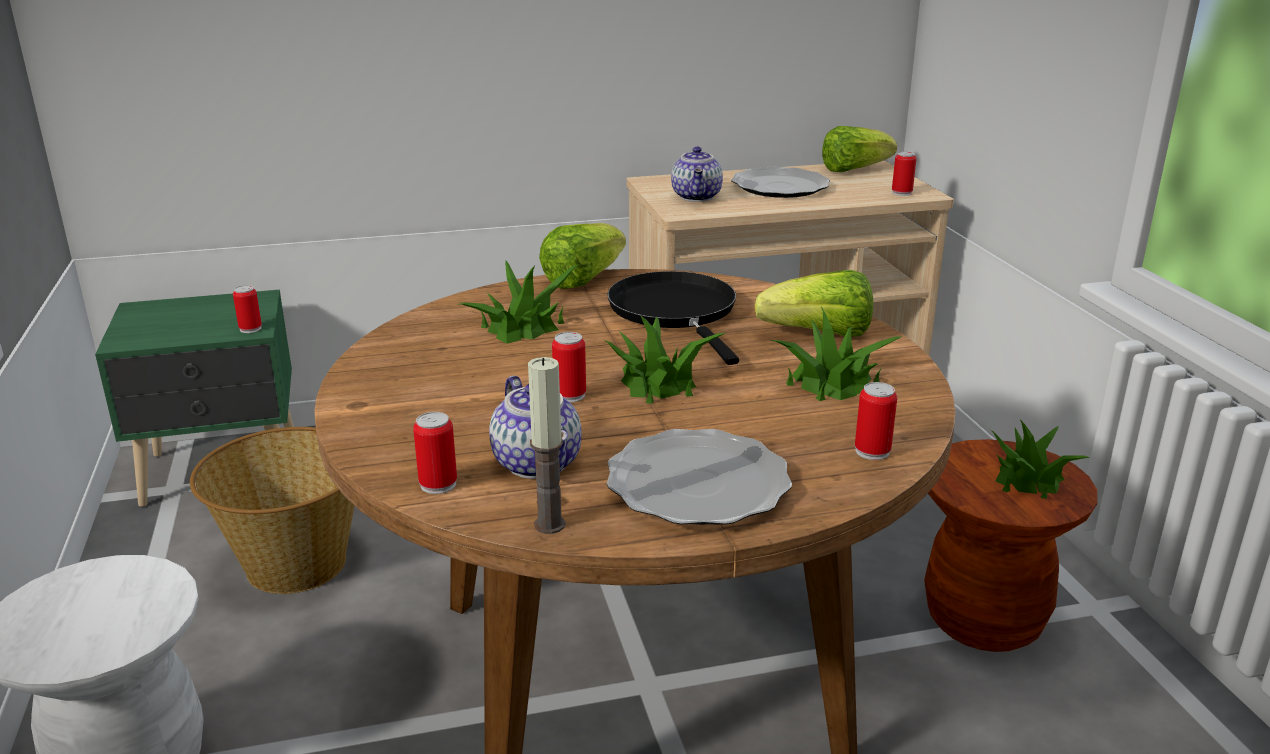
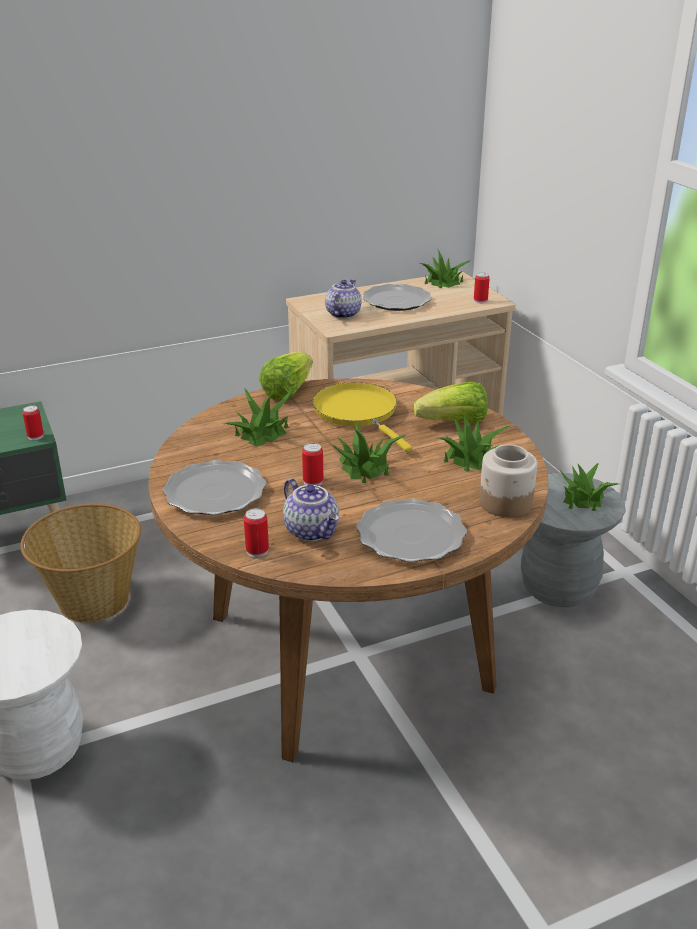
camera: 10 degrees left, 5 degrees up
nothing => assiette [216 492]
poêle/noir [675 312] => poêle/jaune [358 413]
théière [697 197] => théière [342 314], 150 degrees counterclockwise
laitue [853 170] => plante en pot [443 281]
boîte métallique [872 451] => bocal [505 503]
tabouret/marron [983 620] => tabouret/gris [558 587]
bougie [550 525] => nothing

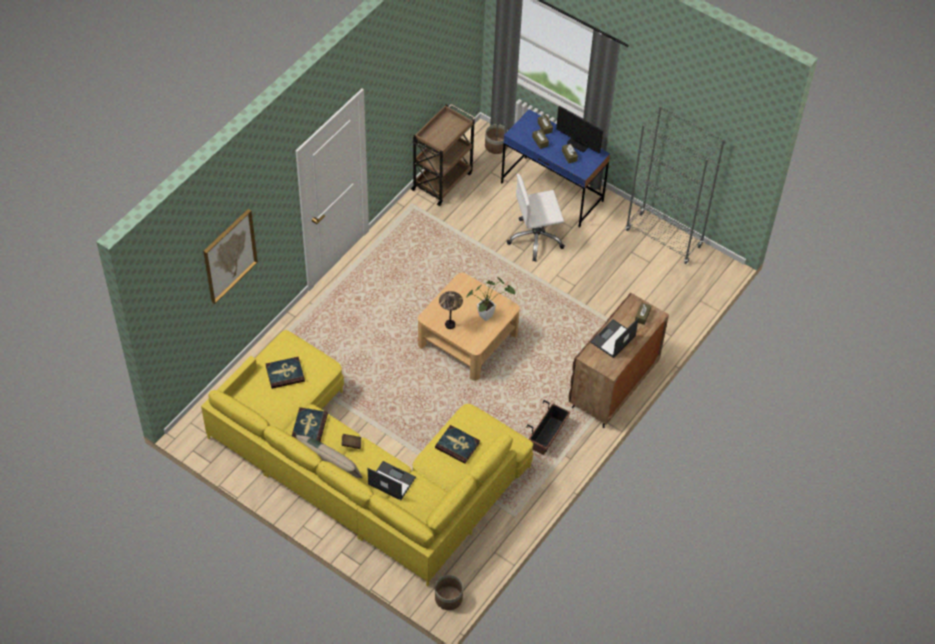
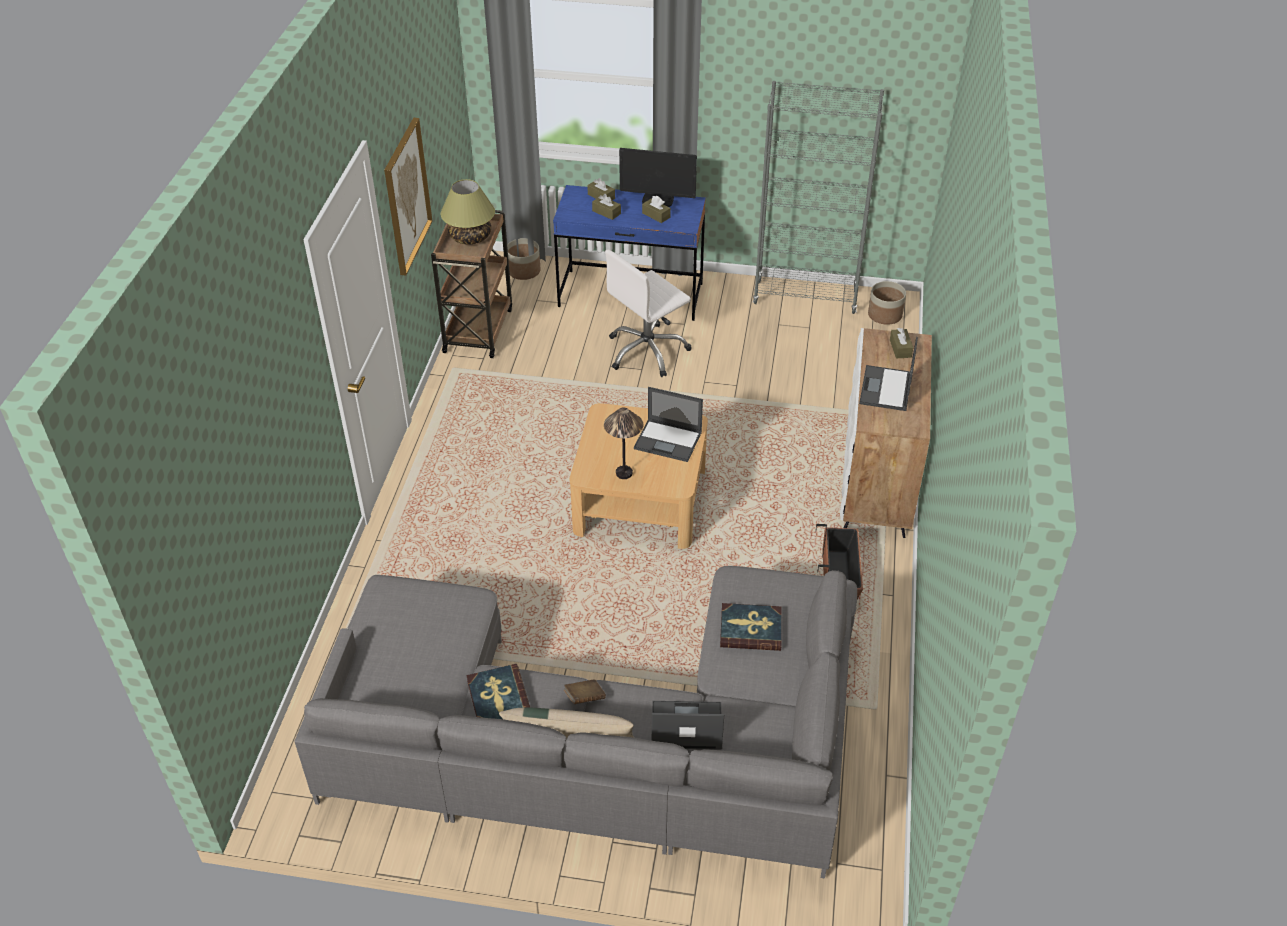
camera: 25 degrees left, 10 degrees down
canapé/jaune [364 470] => canapé/gris [605 741]
tableau [229 255] => tableau [406 196], moved
nothing => lampe de table [470 237]
plante en pot [488 314] => ordinateur portable [669 440]
meuble de rangement/marron [613 386] => meuble de rangement/blanc [877 481]
cache-pot [448 598] => cache-pot [884 315], moved
livre [285 373] => nothing

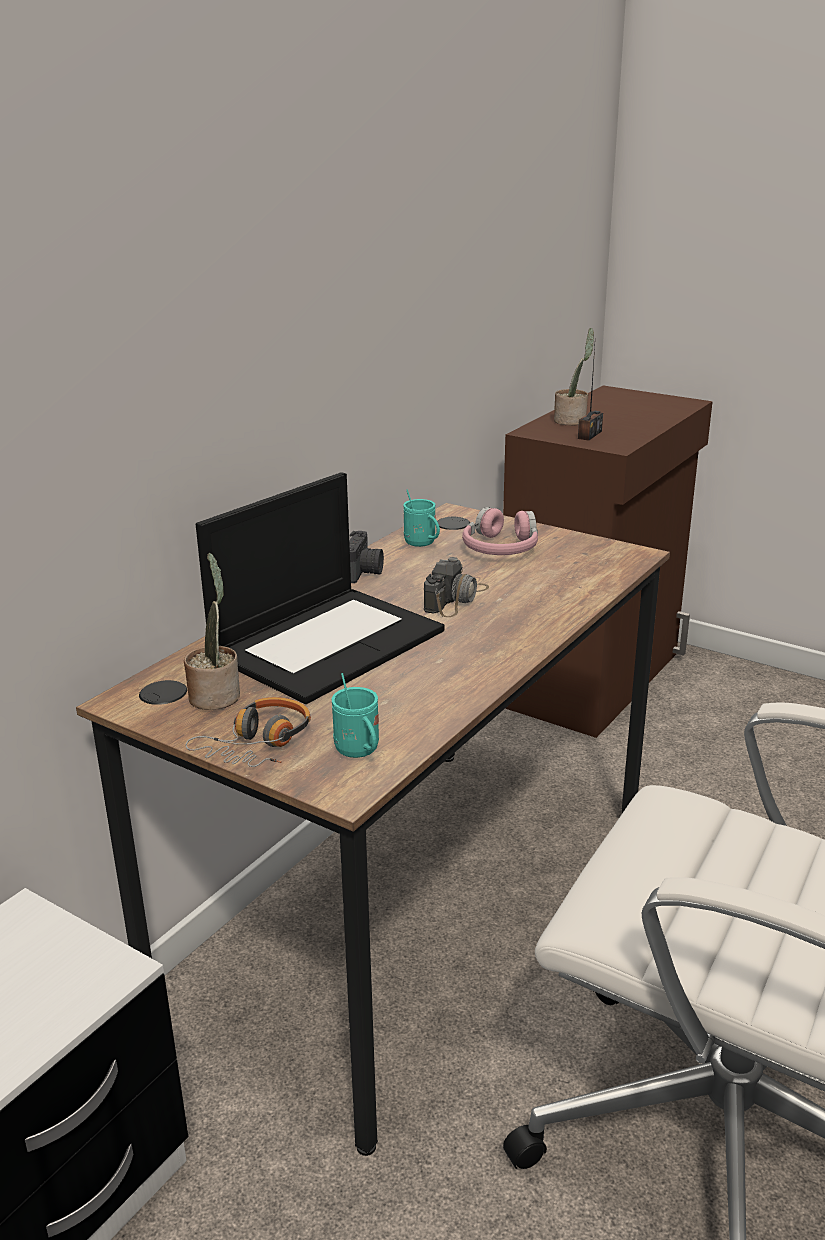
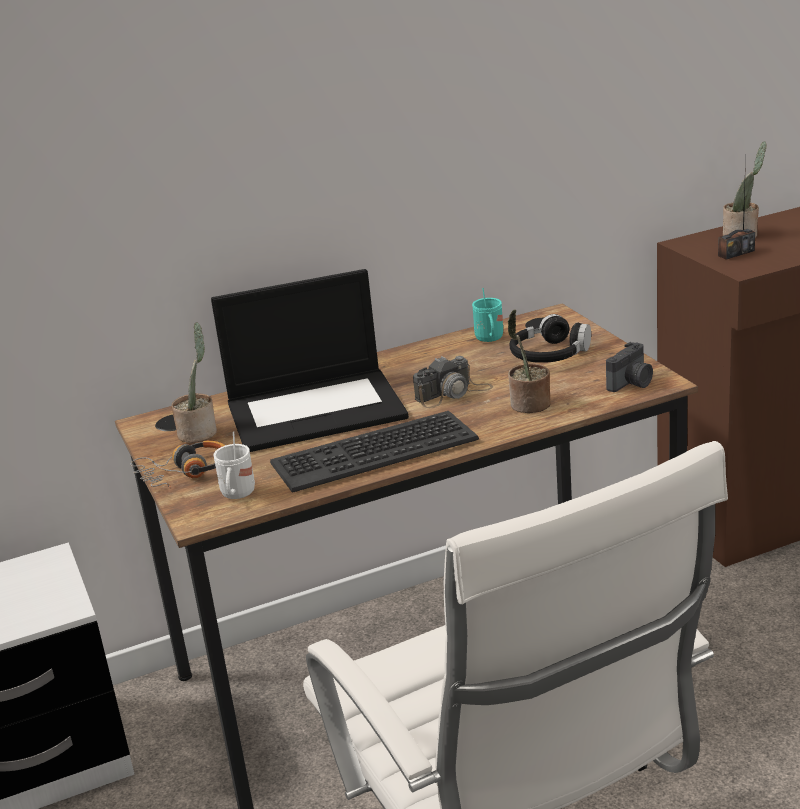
camera: 35 degrees right, 0 degrees up
mug/turquoise [360 752] => mug/blanc [237 496]
nothing => clavier [374 452]
nothing => plante en pot [528 405]
casque audio/rose [501 548] => casque audio/noir [549 354]
appareil photo [364 572] => appareil photo [632 383], moved

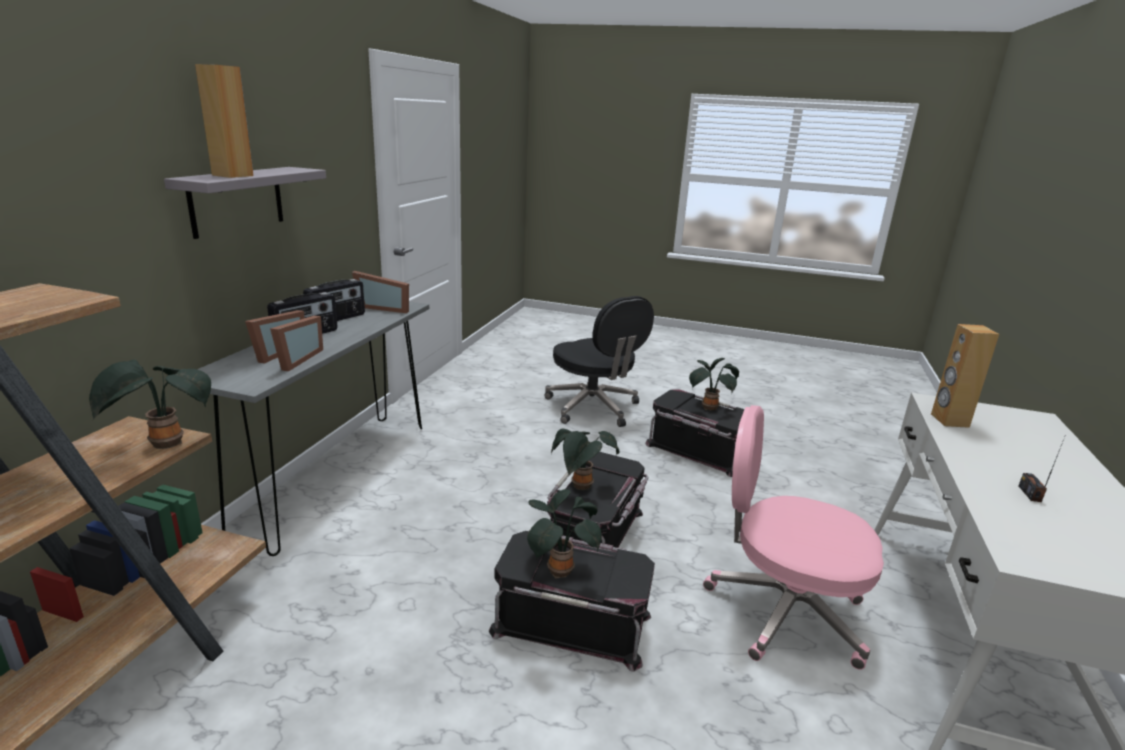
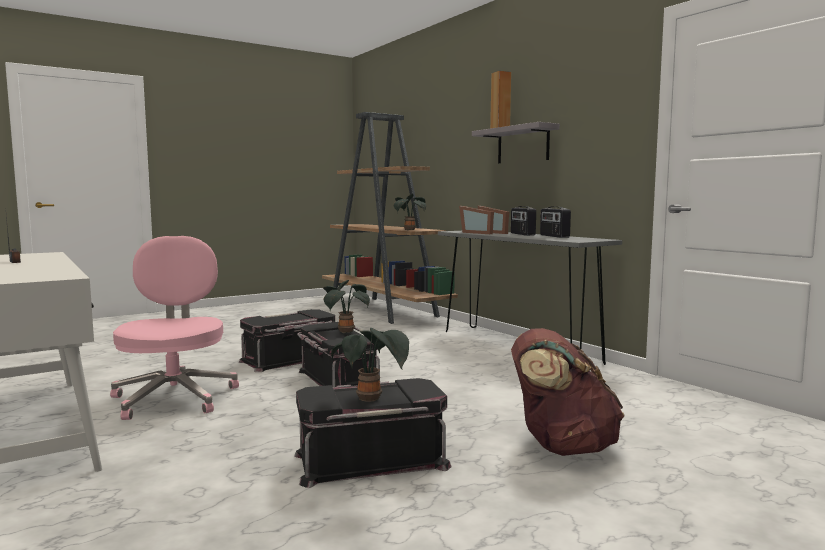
camera: 130 degrees right, 15 degrees down
chaise de bureau/rose [782 610] => chaise de bureau/rose [175 397], 75 degrees counterclockwise
chaise de bureau/noir [593 408] => sac à dos/marron [561 446]
cadre photo [384 308] => nothing
plante en pot [558 569] => nothing
enceinte/marron [949 420] => nothing

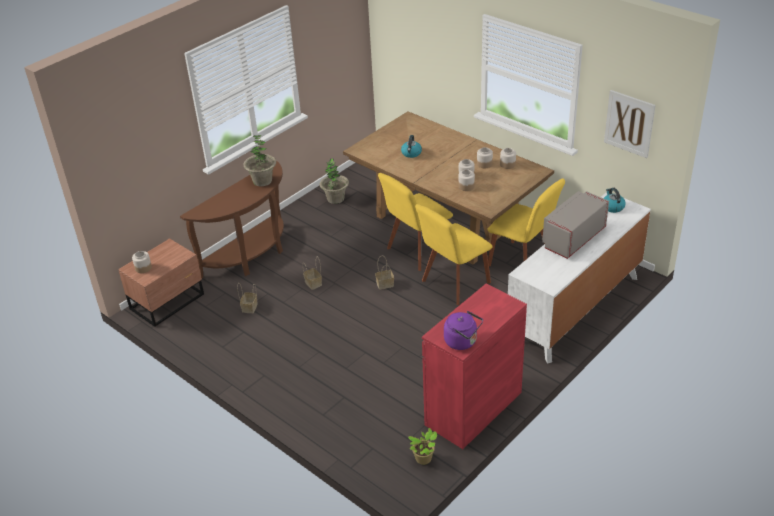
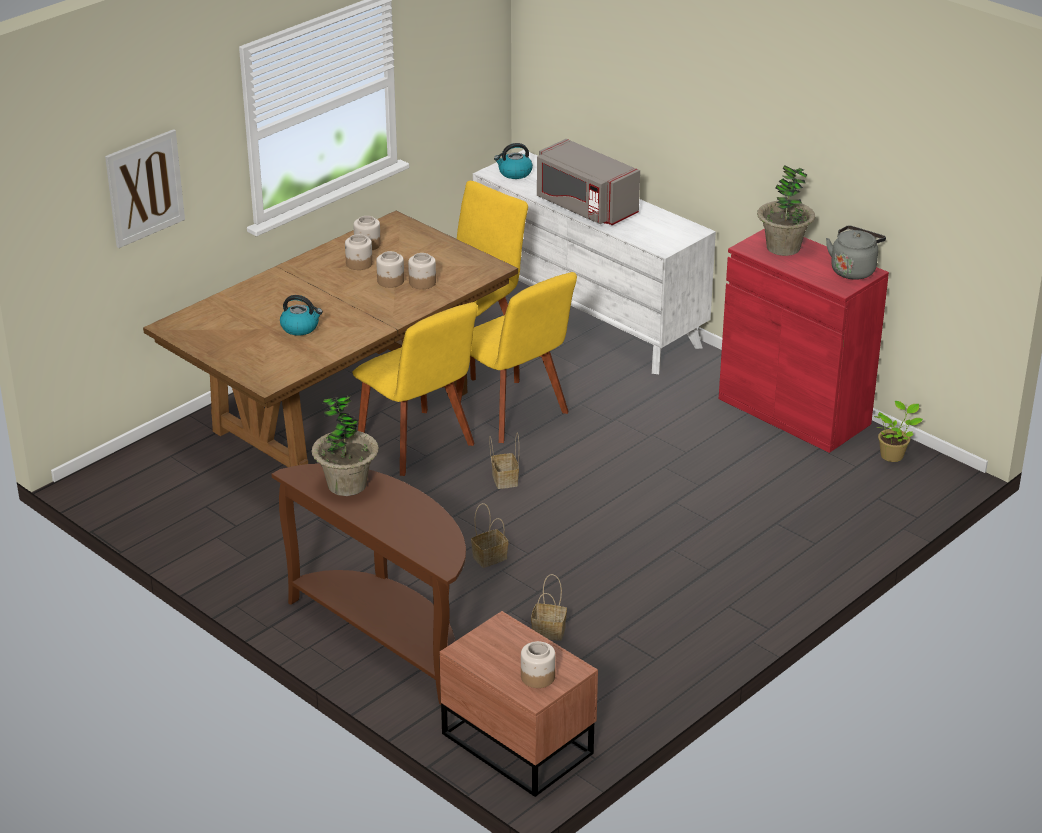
camera: 90 degrees left, 5 degrees down
tableau [629 123] => tableau [144 188], moved
plante en pot [335 199] => plante en pot [783 247], moved
bouilloire/violet [462 342] => bouilloire/gris [854 270]

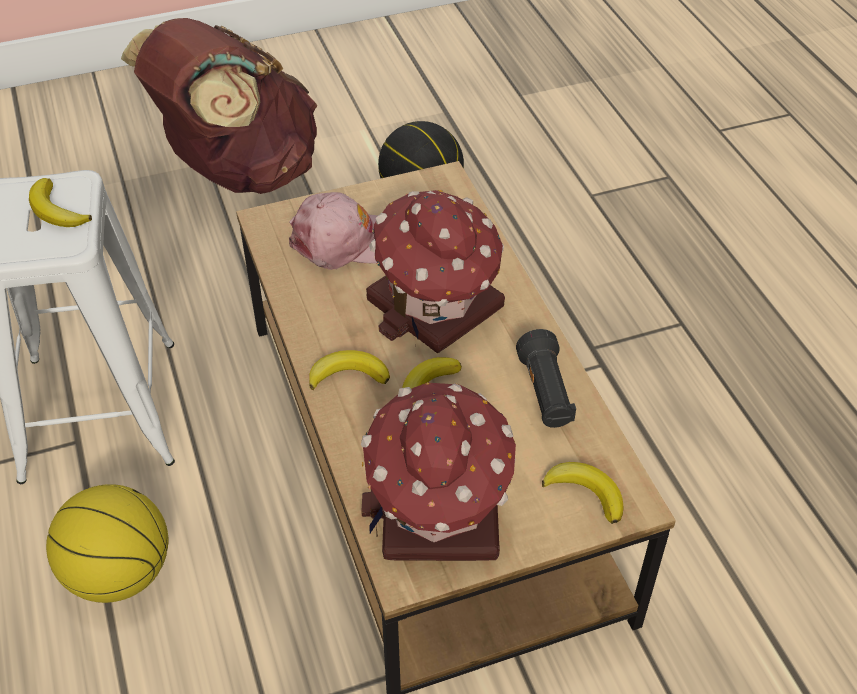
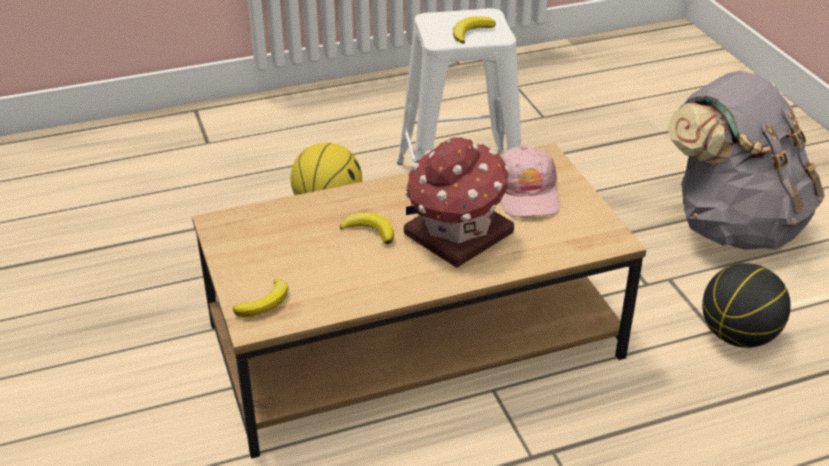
camera: 90 degrees right, 10 degrees down
sac à dos/marron [239 172] => sac à dos/gris [732 224]
banane [348 375] => nothing
maison miniature [439 513] => nothing
lampe de poche/noir [545 393] => nothing

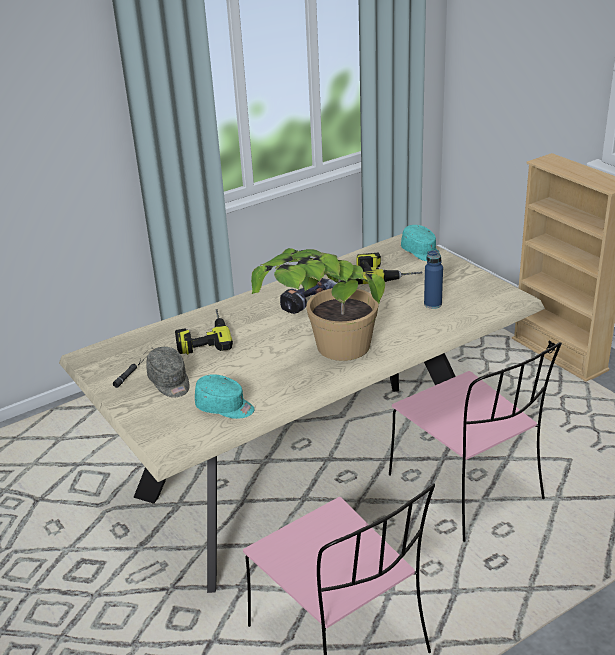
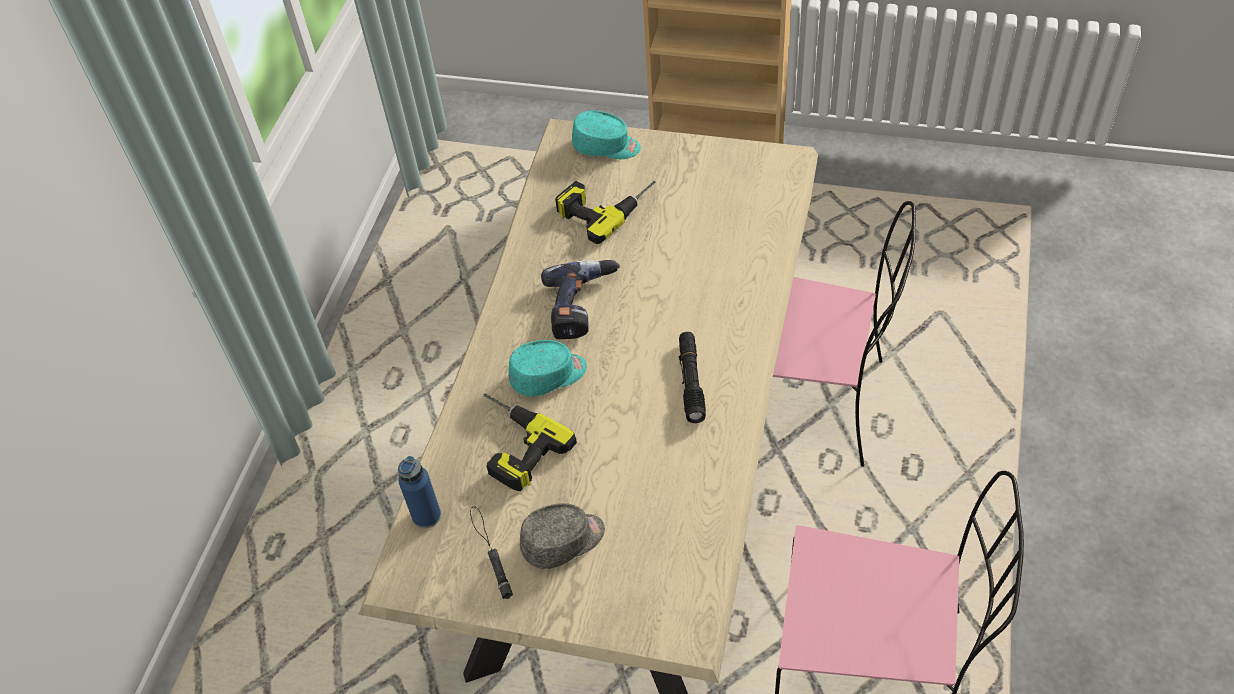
camera: 40 degrees left, 20 degrees up
bouteille/bleu [432 304] => bouteille/bleu [426 516], moved
casquette/turquoise [225 407] => casquette/turquoise [549 375], moved
casquette/gris [170 382] => casquette/gris [564 541], 45 degrees counterclockwise
plante en pot [322 358] => lampe de poche/noir [691 381]

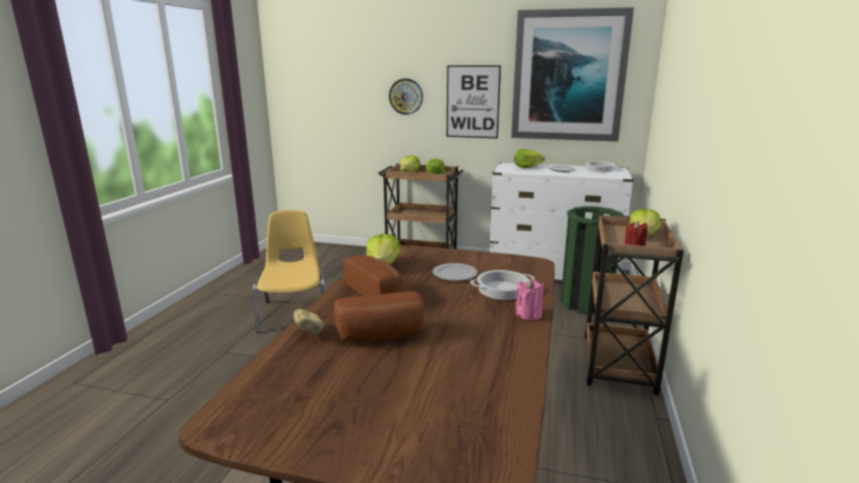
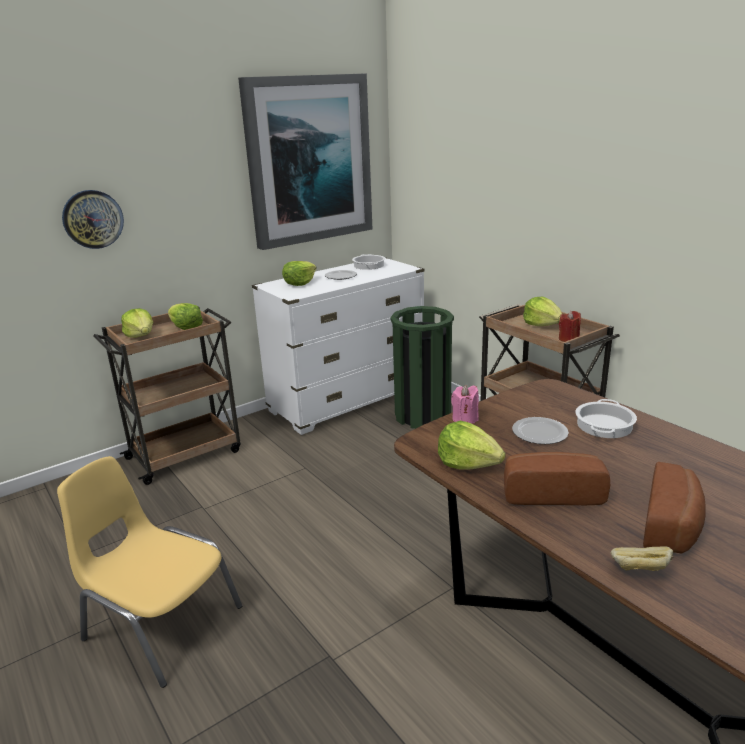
camera: 50 degrees left, 5 degrees up
bougie/rose [528 314] => bougie/rose [465 419], moved
tableau [473 102] => nothing

